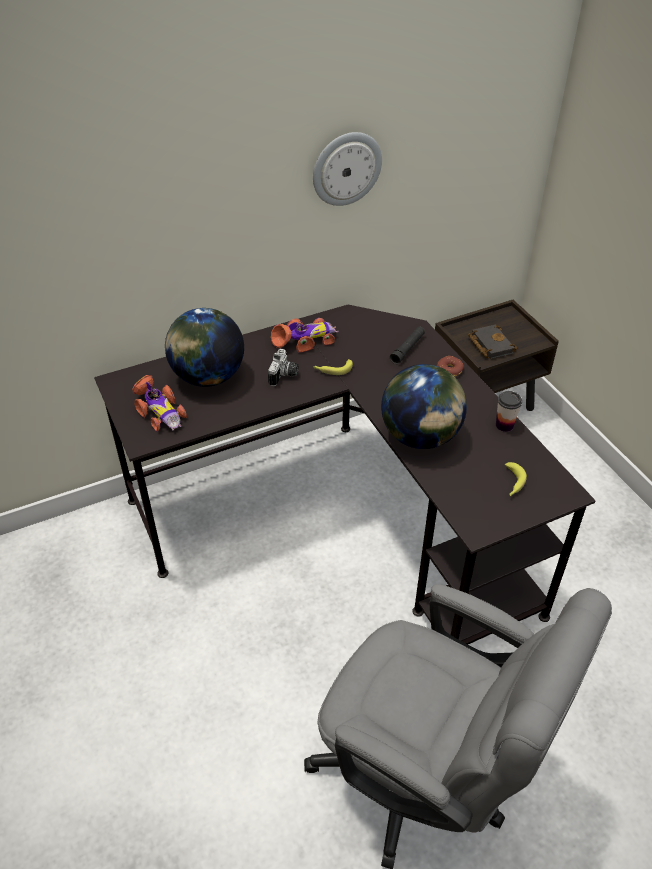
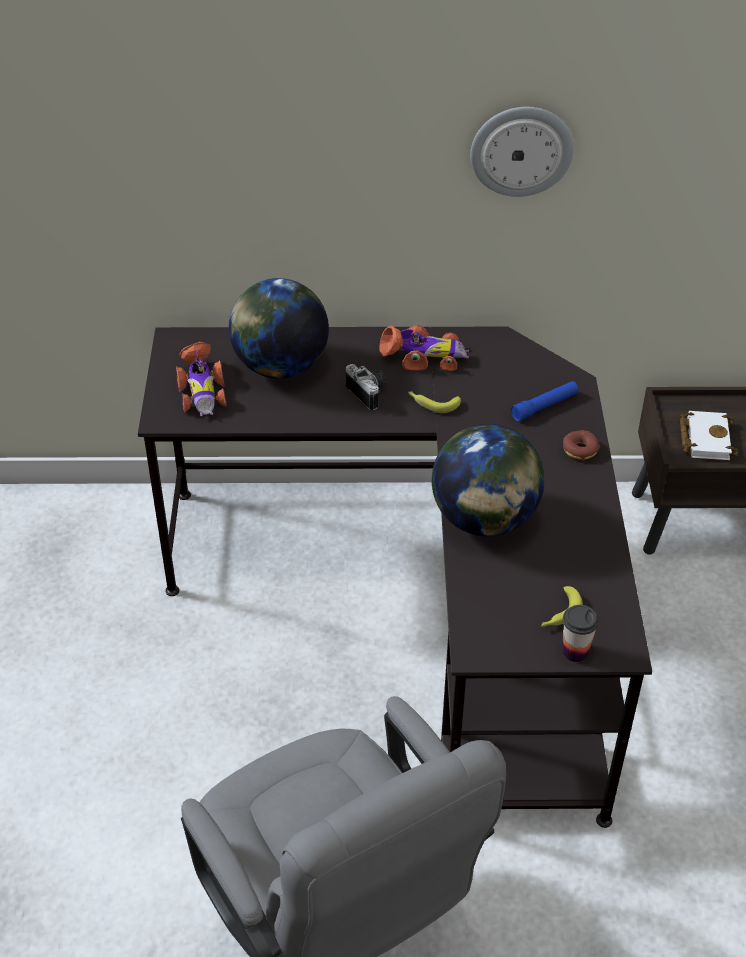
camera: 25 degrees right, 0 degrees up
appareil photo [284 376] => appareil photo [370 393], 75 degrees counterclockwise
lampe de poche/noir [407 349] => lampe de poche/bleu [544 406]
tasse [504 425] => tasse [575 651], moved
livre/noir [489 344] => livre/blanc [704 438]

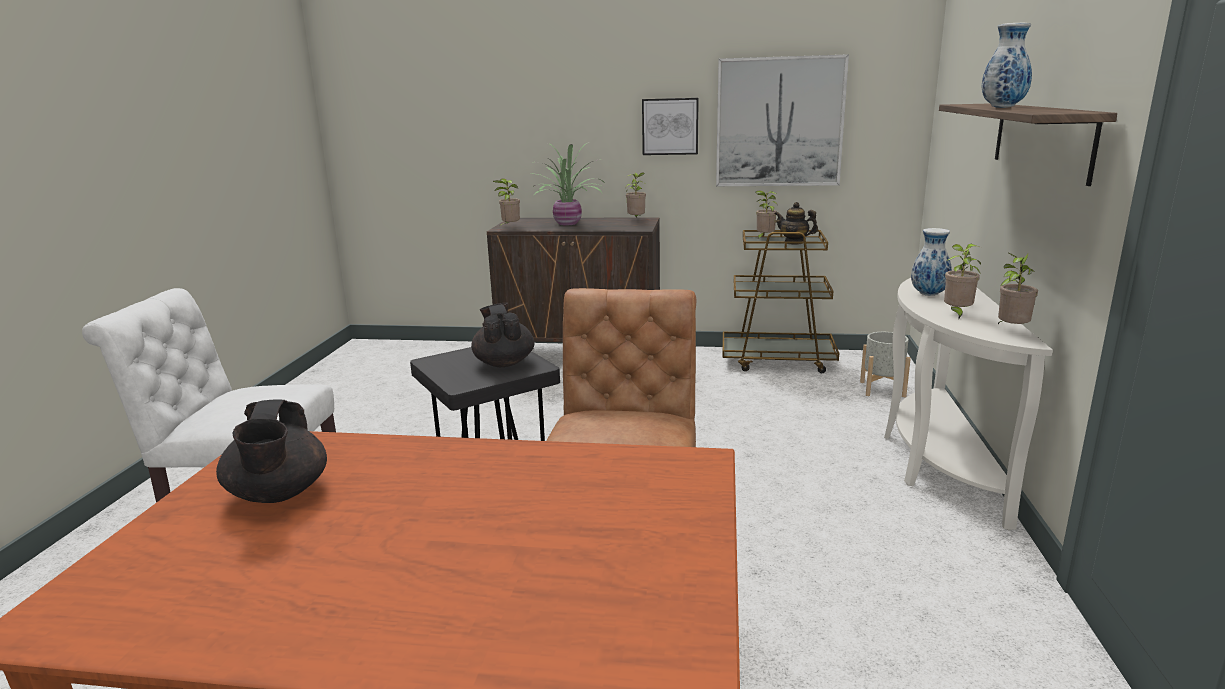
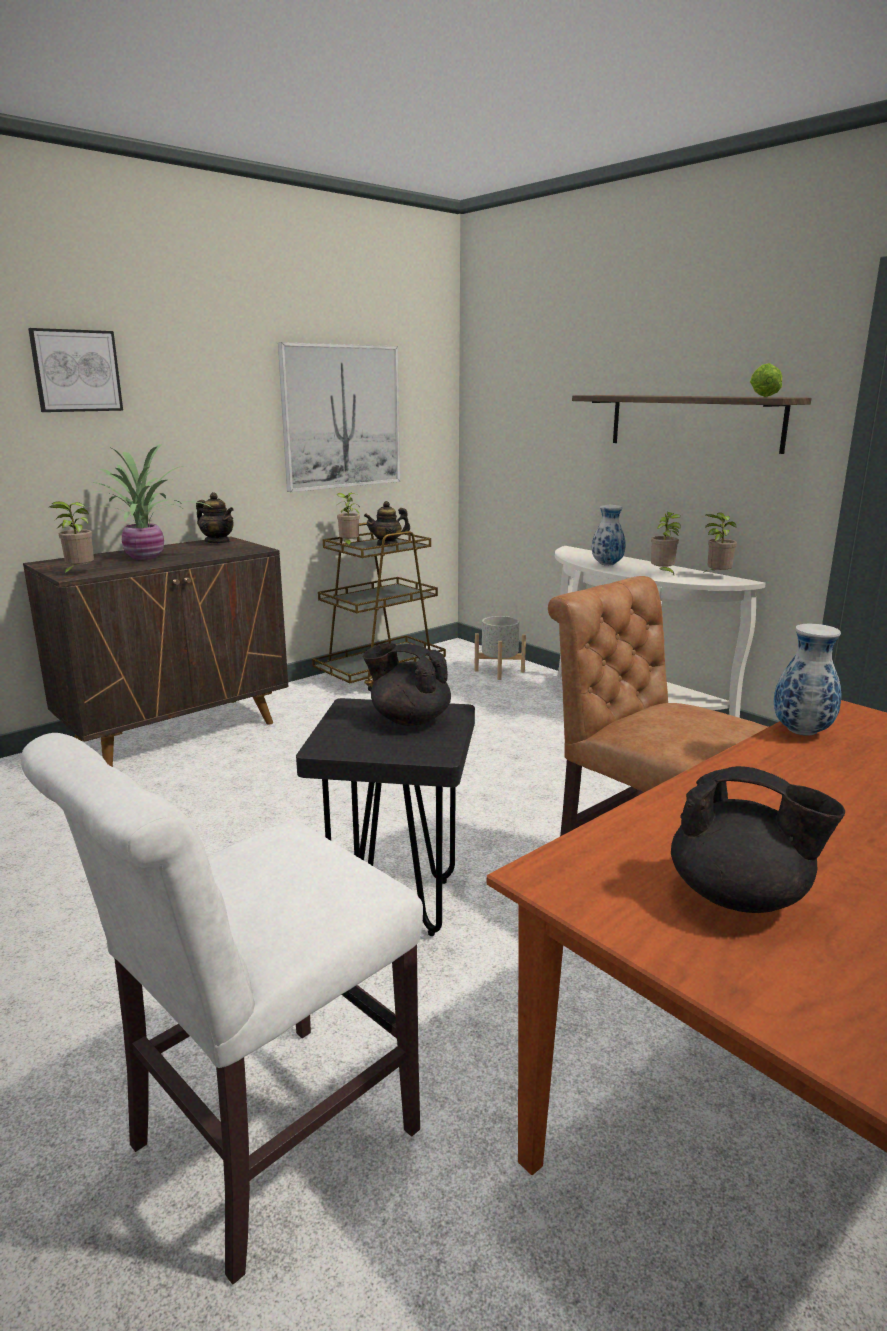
camera: 50 degrees left, 0 degrees up
tableau [670 126] => tableau [76 371], moved
plante en pot [636 220] => théière [217 542]
nothing => laitue [762 396]
vase [1002 107] => vase [800 731], moved

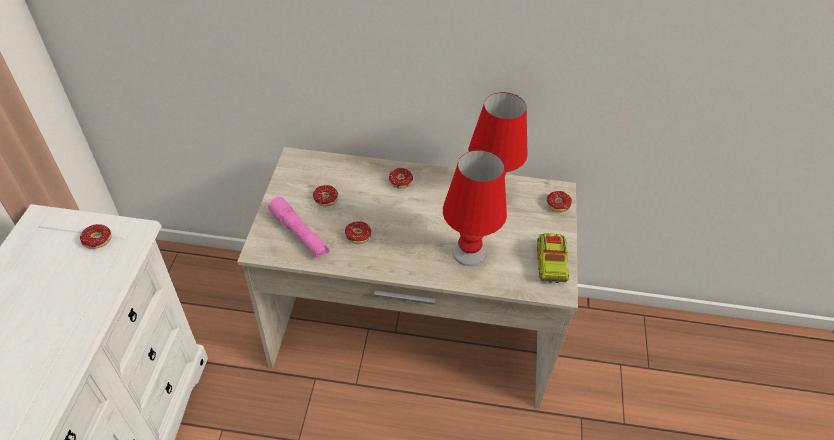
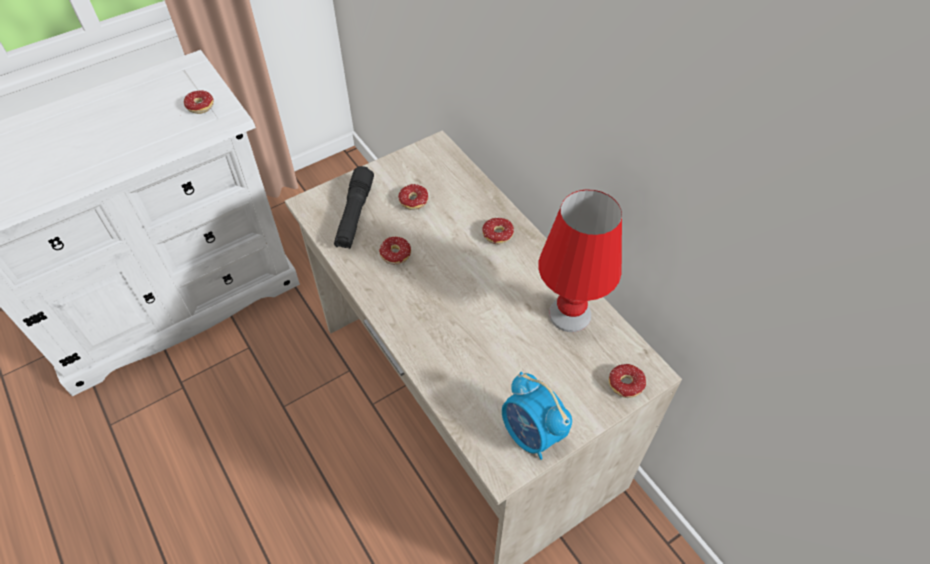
camera: 50 degrees right, 5 degrees up
lampe de poche/rose [299 233] => lampe de poche/noir [354 215]
camion jouet [550 263] => réveil [532 434]
lampe de table/rouge [468 253] => nothing

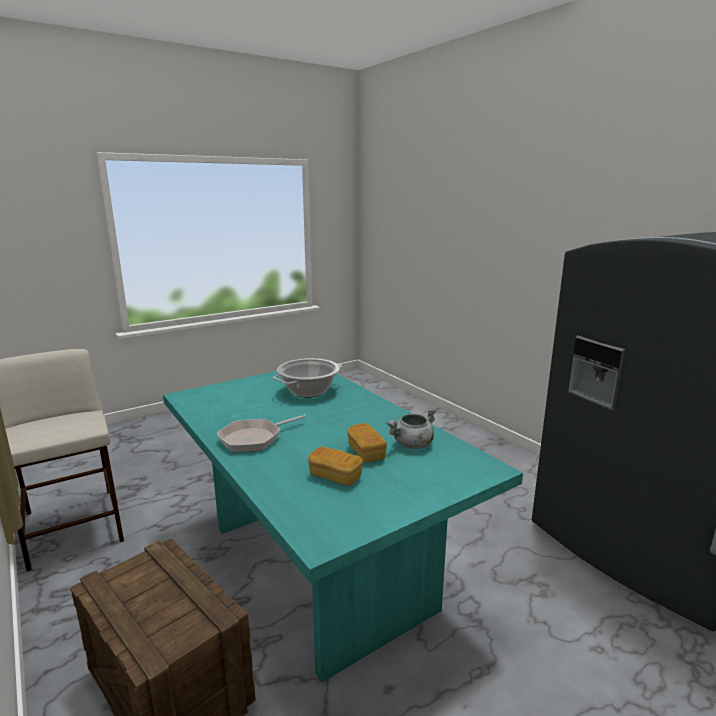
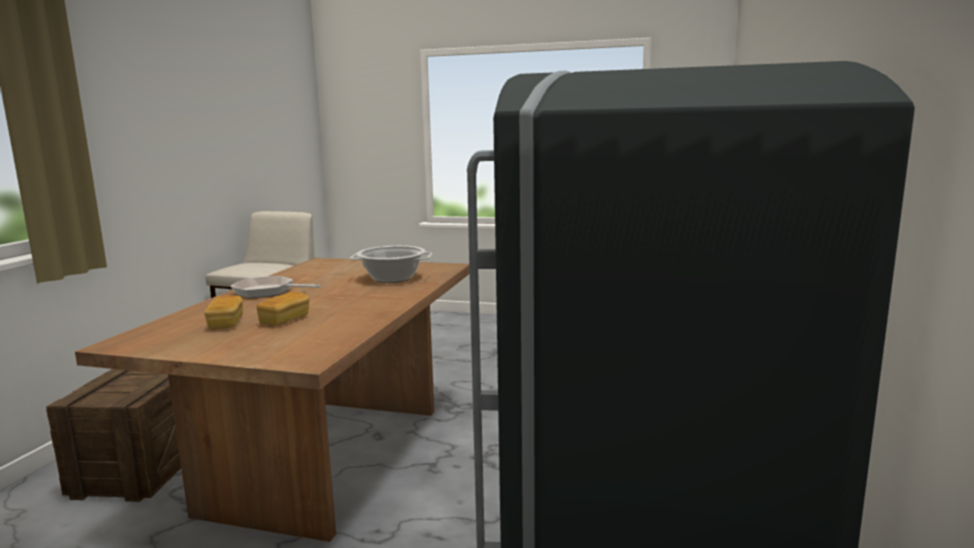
camera: 50 degrees right, 5 degrees down
table à manger/turquoise [320 566] => table à manger/marron [330 458]
marmite/gris [412 445] => nothing

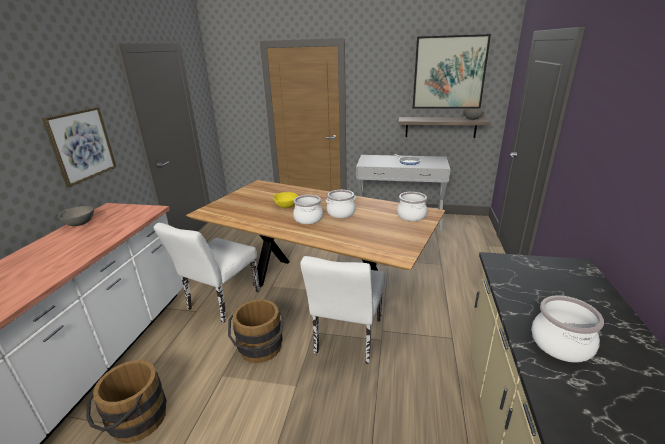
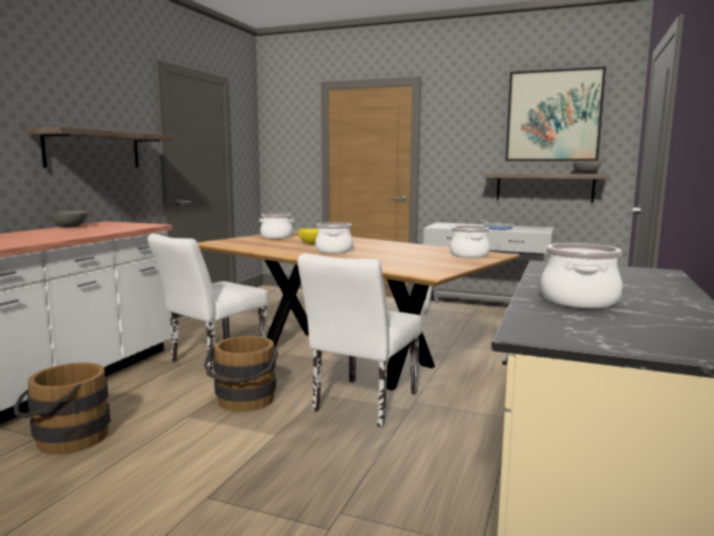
camera: 10 degrees right, 15 degrees down
tableau [81 145] => étagère [93 150]
marmite [341 213] => marmite [276 237], moved

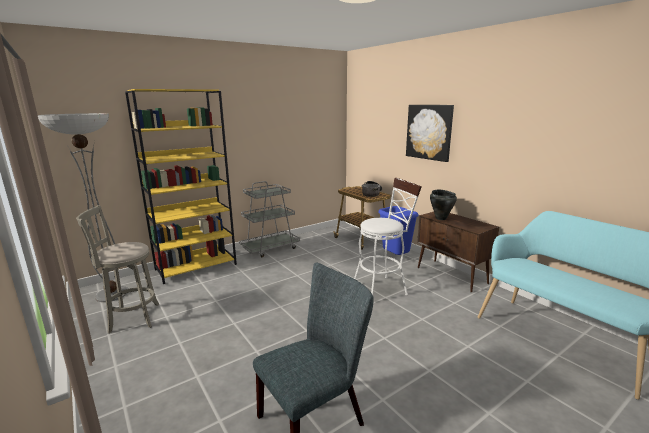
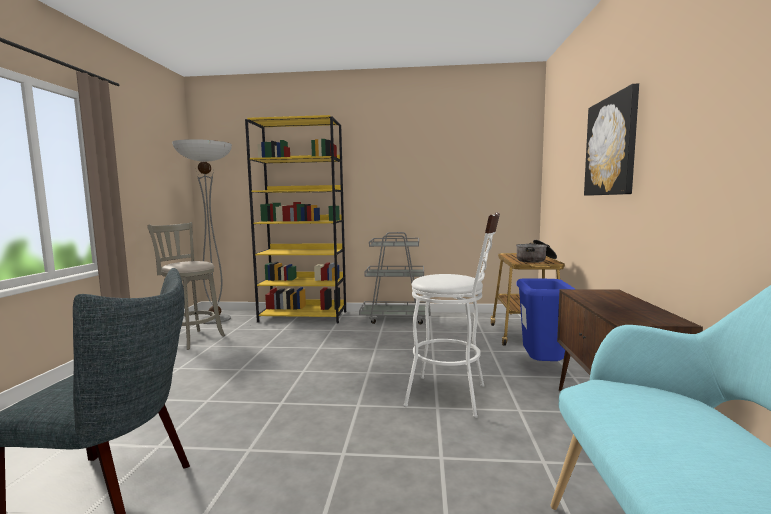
camera: 40 degrees right, 10 degrees down
marmite/noir [441 218] => nothing

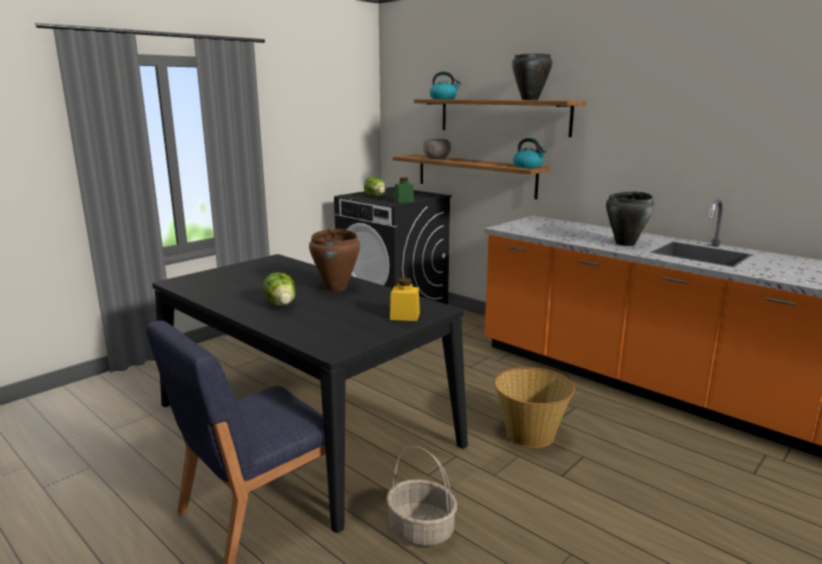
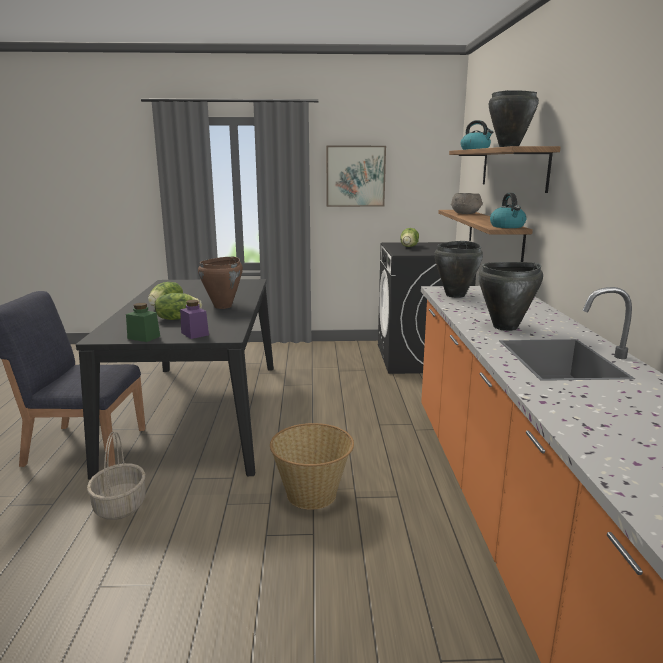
camera: 45 degrees right, 0 degrees up
bocal/vert [404 201] => bocal/vert [144 337], moved
nothing => laitue [177 318]
bocal/jaune [405 316] => bocal/violet [195 334]
nothing => tableau [355 176]
nothing => marmite/noir [456 295]

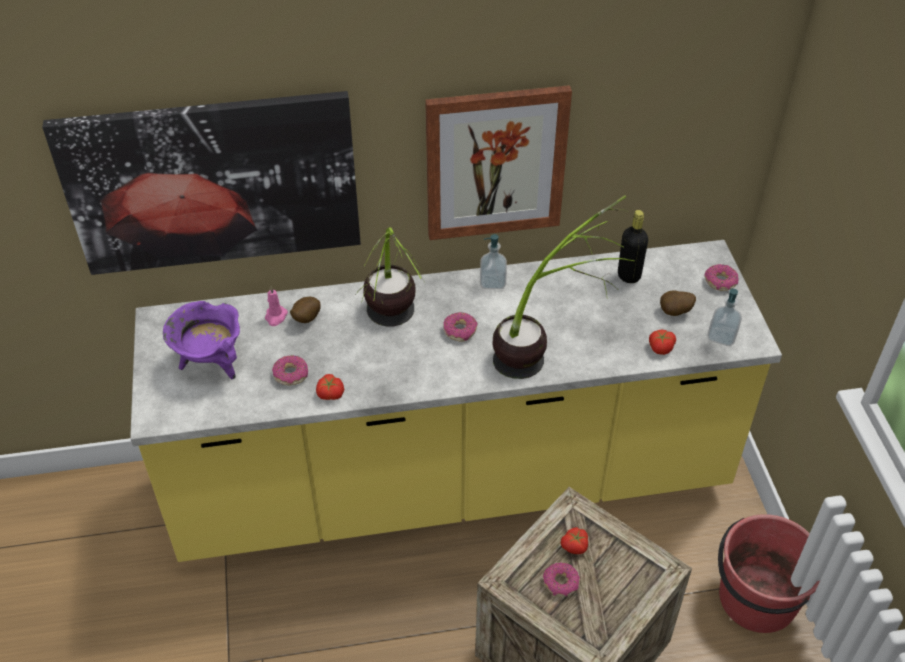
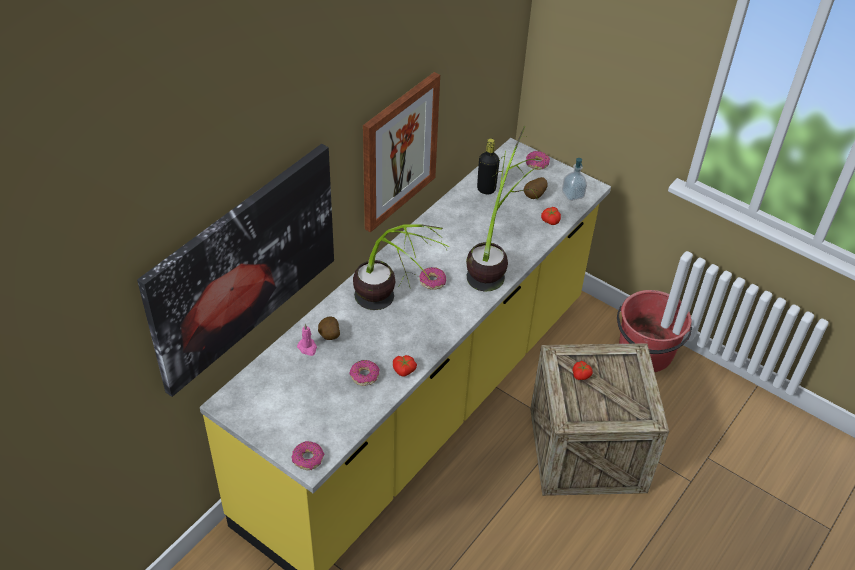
camera: 45 degrees left, 0 degrees up
beignet [560 583] => beignet [308 459], moved
marmite/violet [211 363] => nothing
distributeur de savon [492 282] => nothing

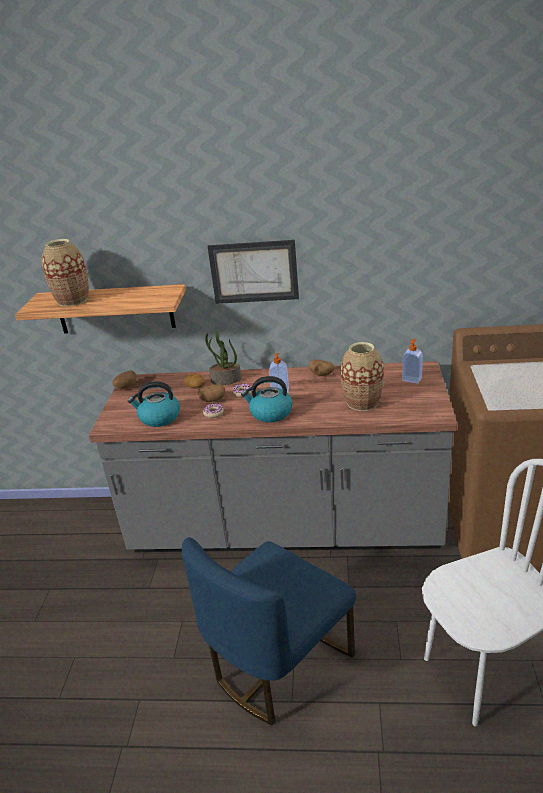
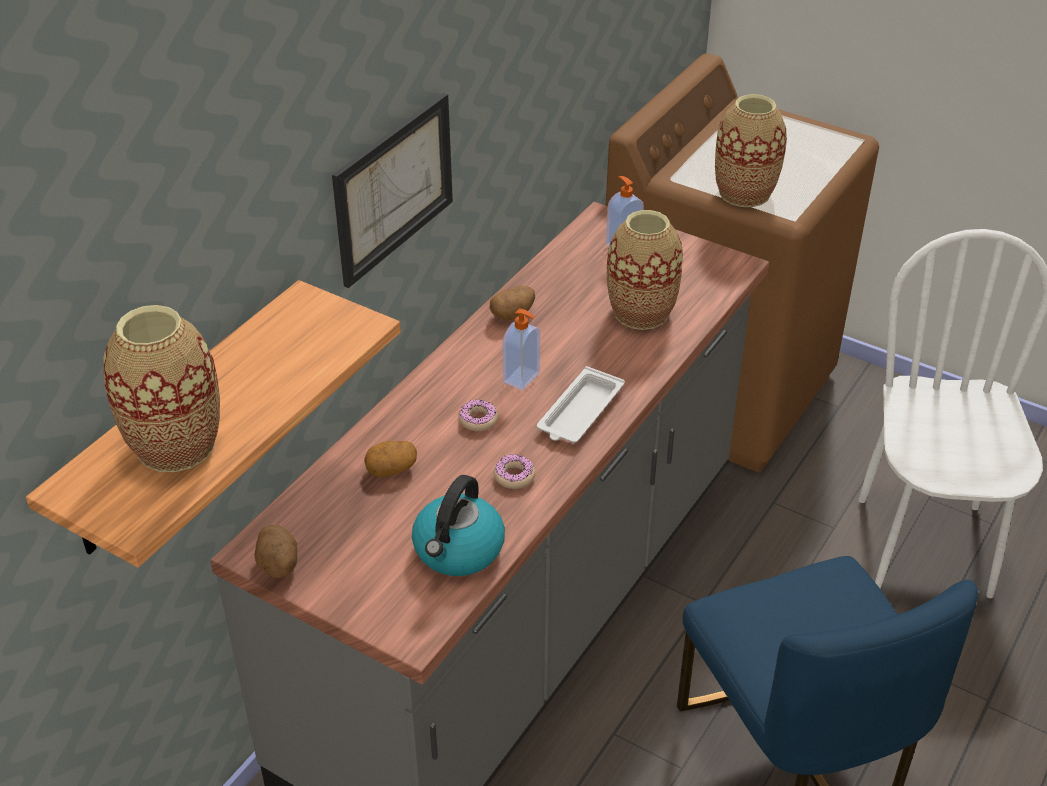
camera: 65 degrees left, 10 degrees up
bouilloire [270 413] => plateau/blanc [579 412]
nothing => vase [744 193]
pomme de terre [212 400] => nothing
plante en pot [225 380] => nothing

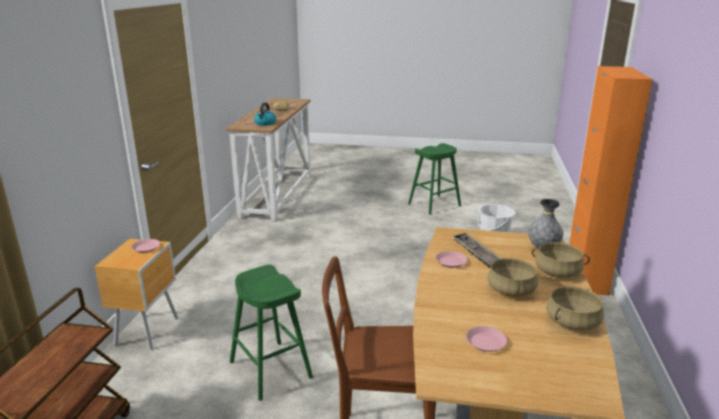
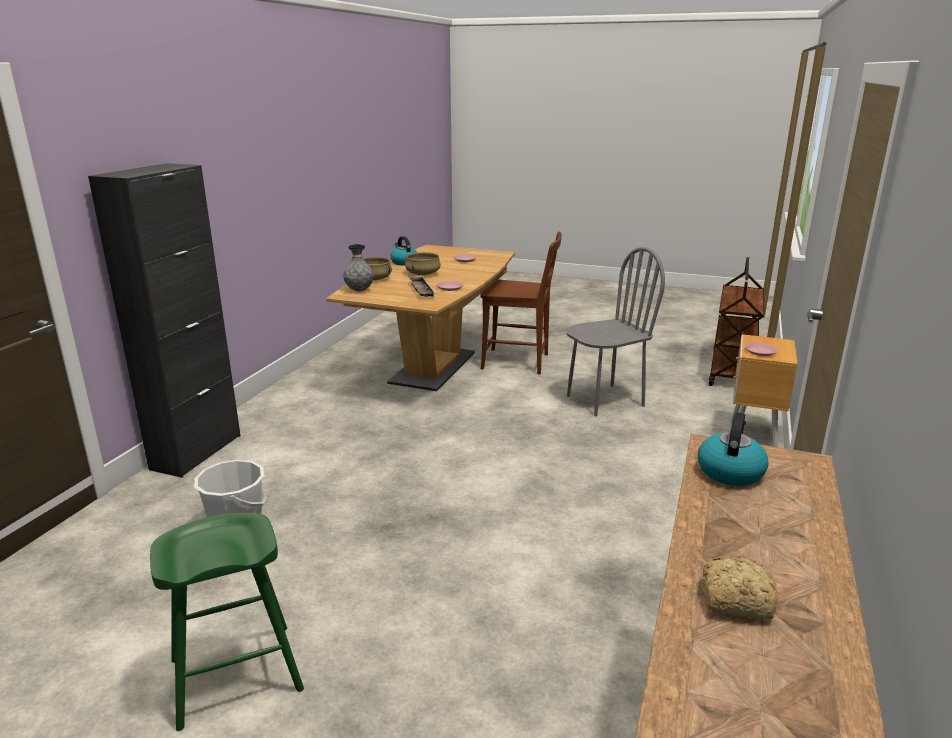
camera: 170 degrees left, 0 degrees up
meuble de rangement/orange [586 277] => meuble de rangement/noir [196 452]
marmite/beige [572 322] => bouilloire [404 262]
tabouret/vert [270 370] => chaise/gris [604 400]

